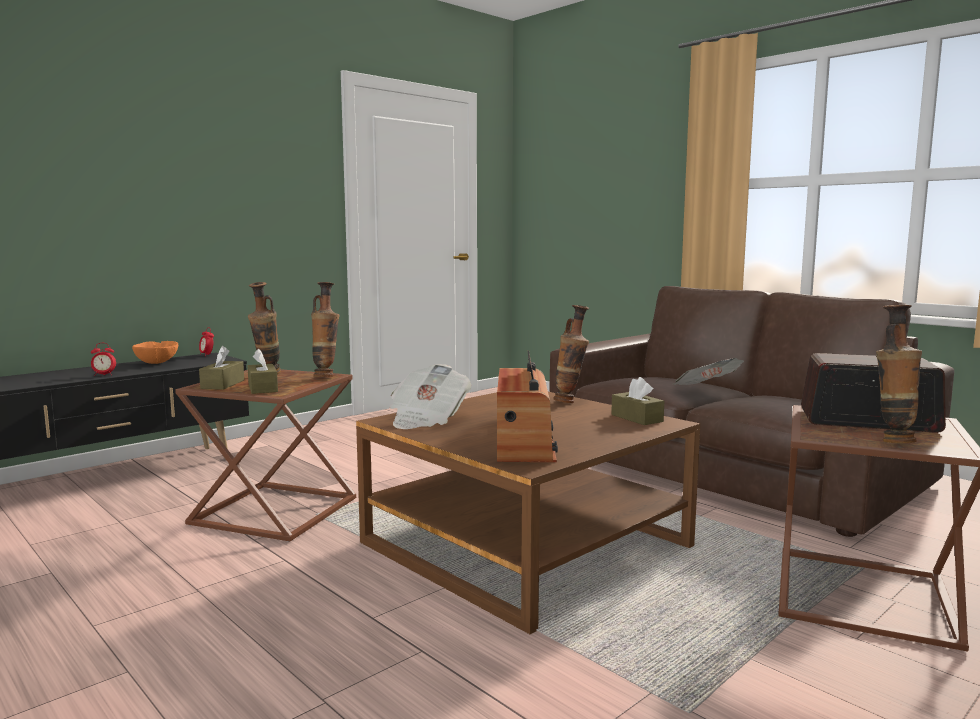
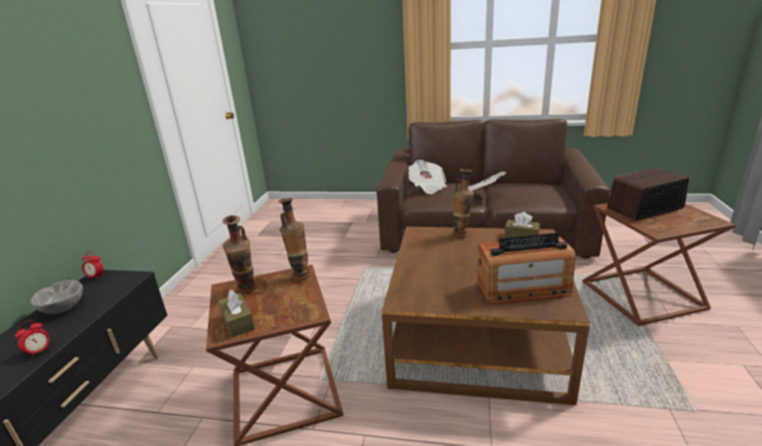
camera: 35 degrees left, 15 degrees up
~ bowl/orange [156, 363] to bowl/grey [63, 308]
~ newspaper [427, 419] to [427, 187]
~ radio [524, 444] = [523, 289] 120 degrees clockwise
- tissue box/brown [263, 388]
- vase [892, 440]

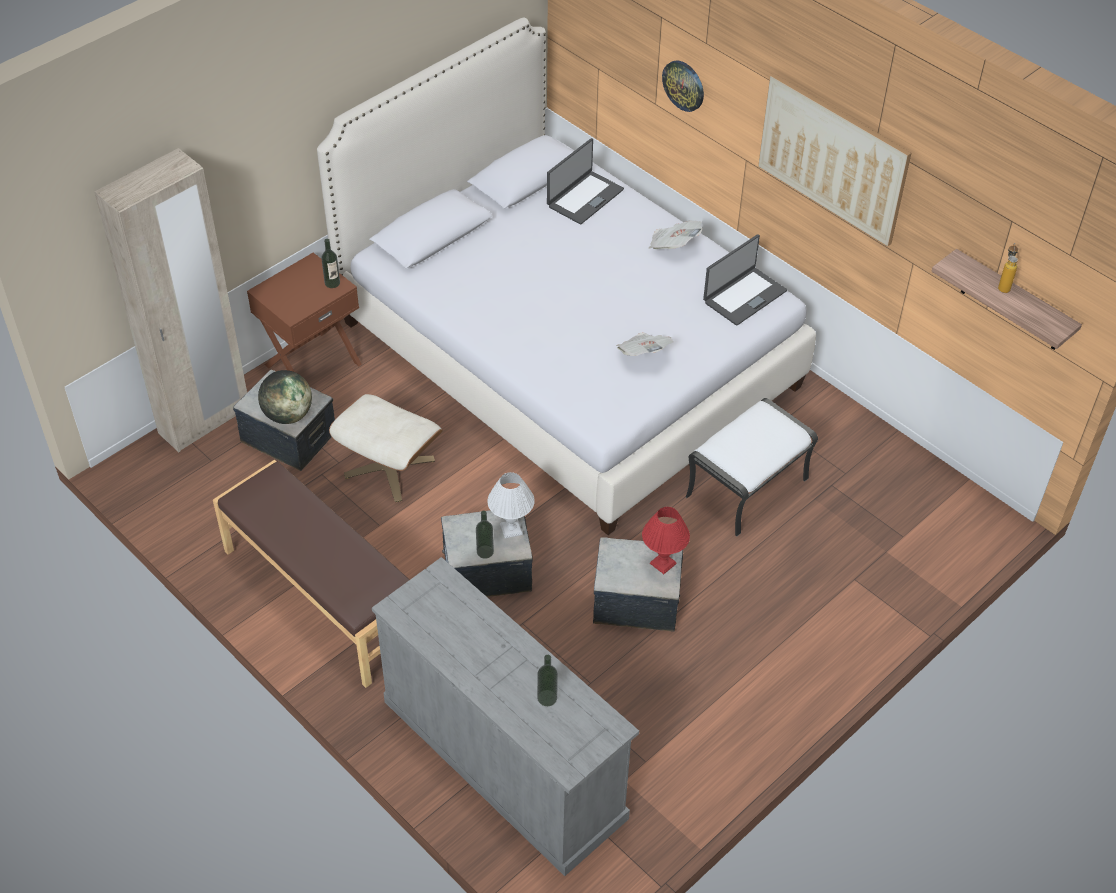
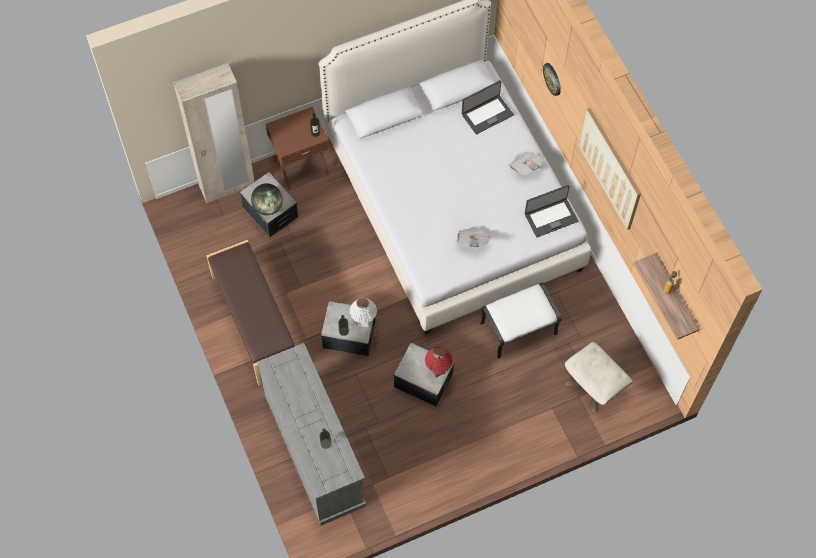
camera: 20 degrees right, 15 degrees up
~ ottoman/beige [389, 468] to [593, 386]

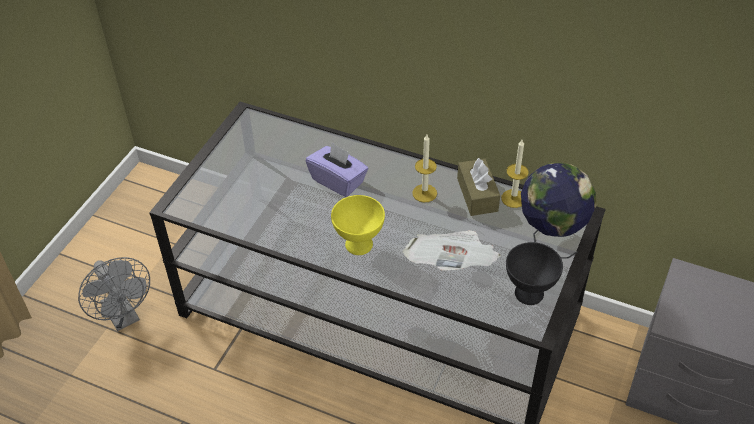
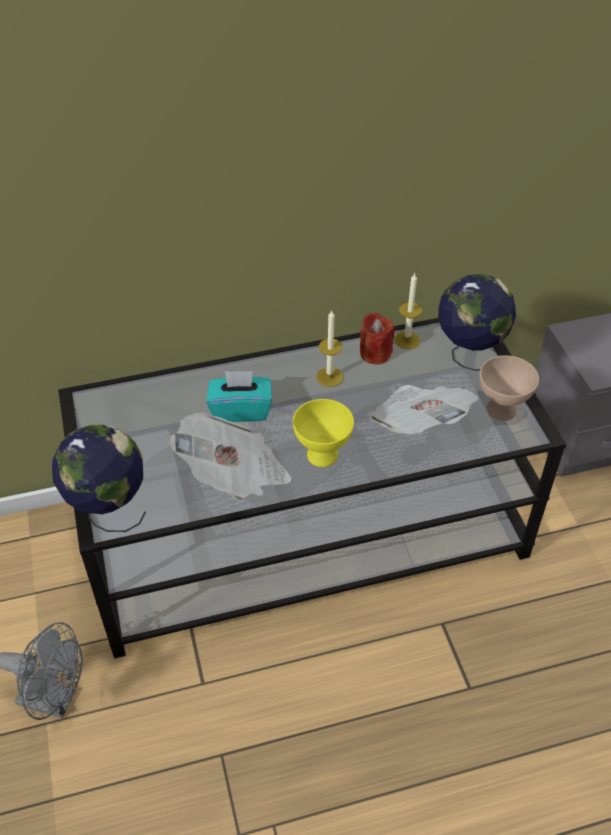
camera: 40 degrees left, 0 degrees up
+ globe [109, 510]
+ newspaper [234, 475]
~ tissue box/purple [338, 181] to tissue box/turquoise [241, 410]
~ tissue box/brown [477, 195] to candle/red [375, 353]
~ bowl/black [529, 293] to bowl/beige [500, 409]

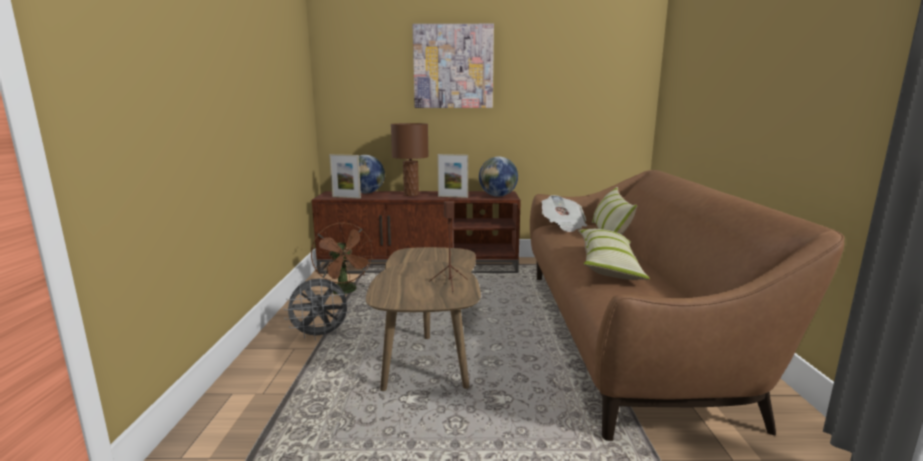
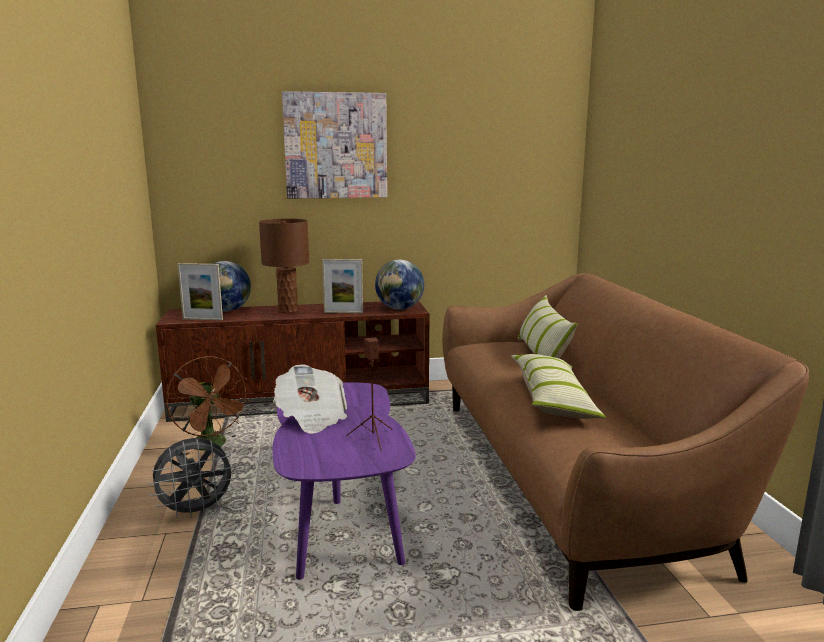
camera: 10 degrees left, 0 degrees up
~ coffee table/brown [429, 340] to coffee table/purple [340, 505]
~ newspaper [563, 226] to [311, 417]

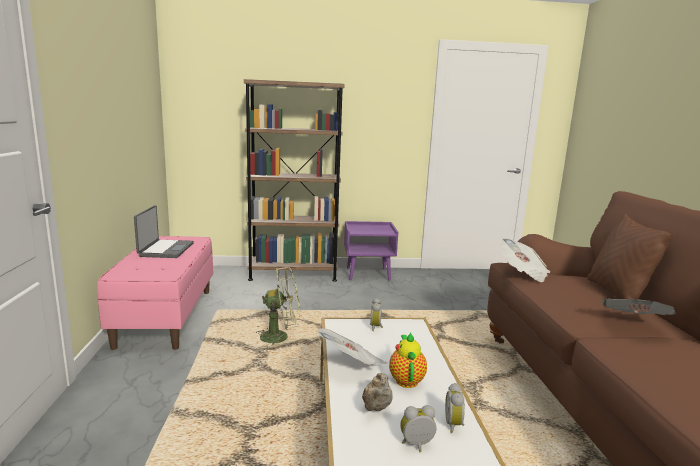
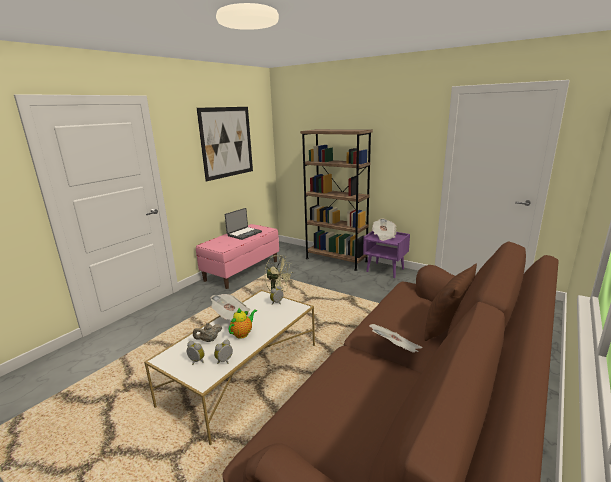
camera: 40 degrees right, 5 degrees up
+ picture [227, 142]
~ newspaper [523, 273] to [383, 236]

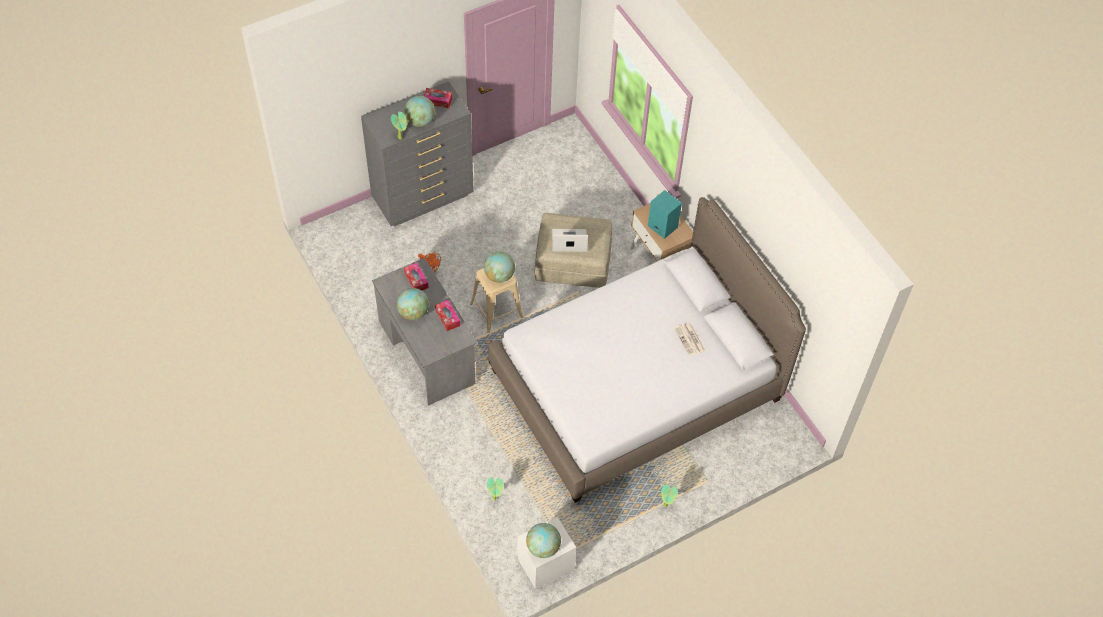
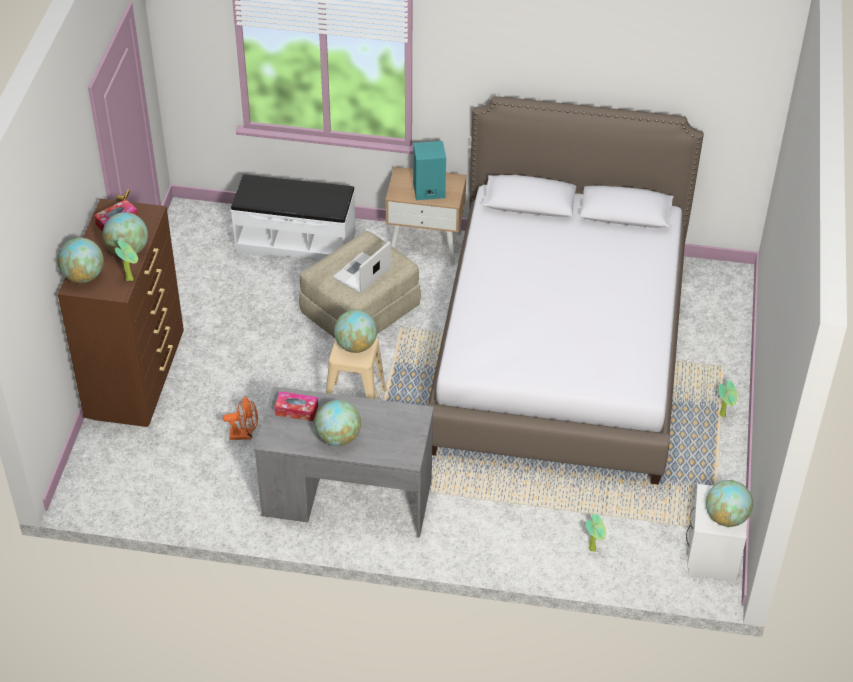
camera: 50 degrees left, 10 degrees down
+ globe [83, 276]
~ dresser/grey [423, 197] to dresser/brown [137, 379]
+ bench/white [296, 242]
- tissue box [447, 318]
- newspaper [690, 340]

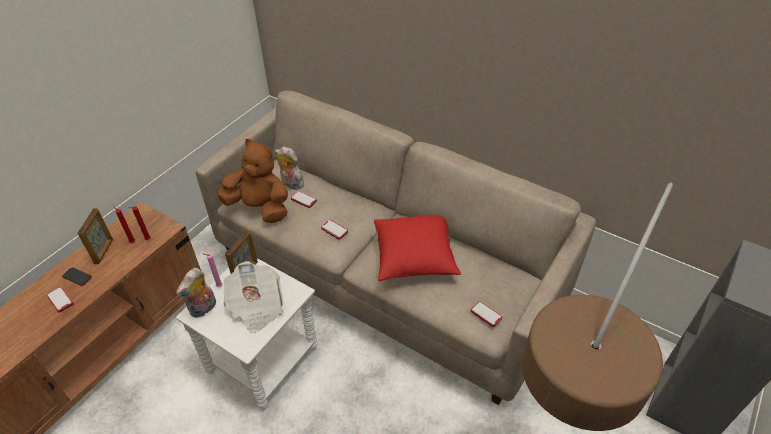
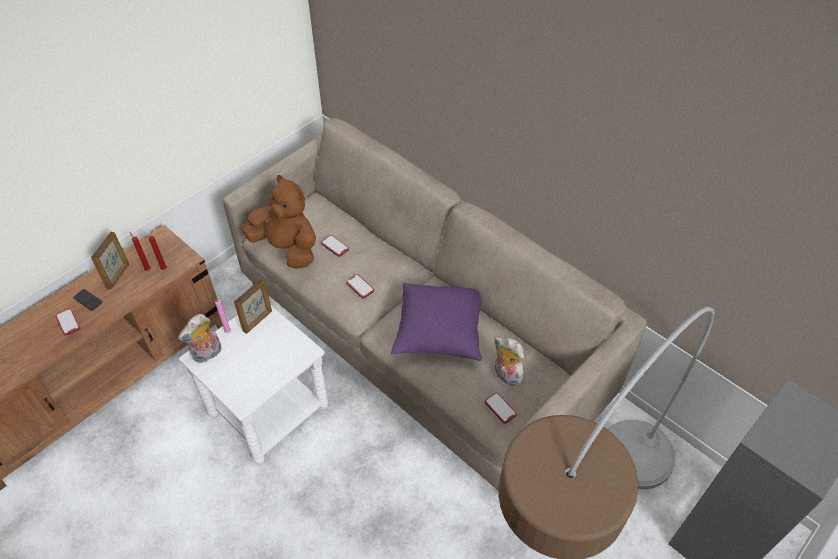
camera: 10 degrees right, 5 degrees up
~ pillow/red [415, 257] to pillow/purple [439, 331]
~ plush toy [291, 184] to [505, 375]
- newspaper [256, 307]

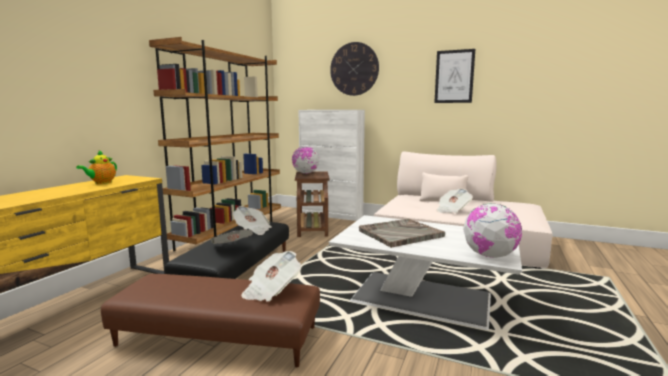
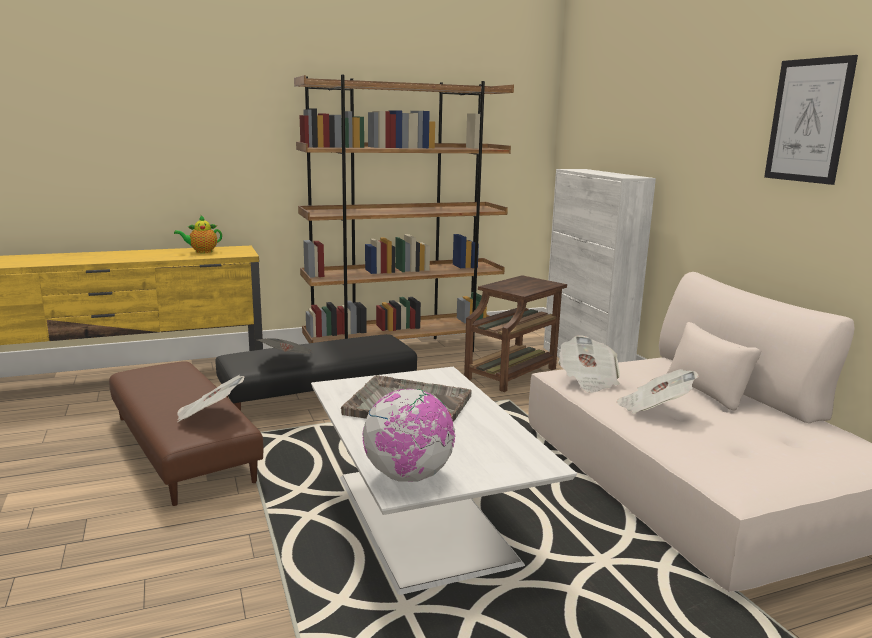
camera: 45 degrees right, 5 degrees up
~ newspaper [252, 230] to [588, 380]
- globe [305, 173]
- wall clock [354, 69]

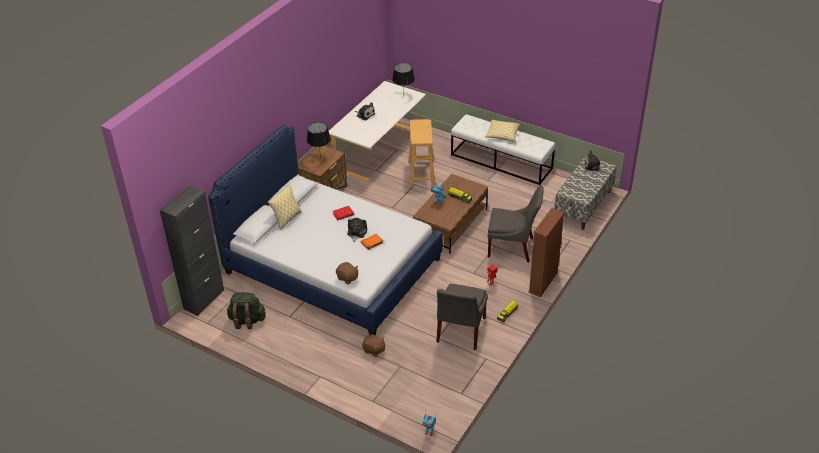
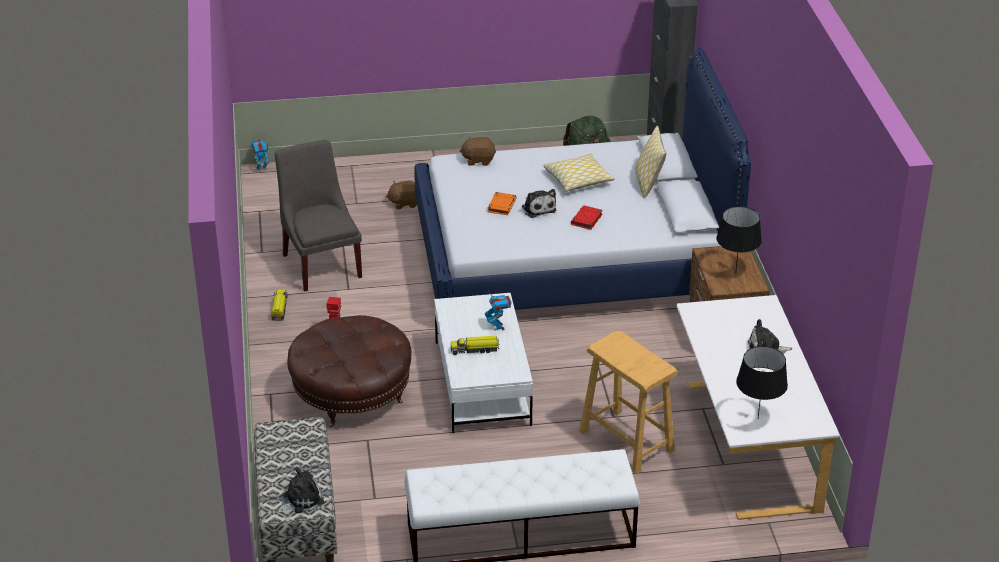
camera: 140 degrees right, 5 degrees down
~ chair/grey [513, 248] to ottoman/brown [351, 394]
~ coffee table/brown [450, 224] to coffee table/white [482, 383]
~ pillow [502, 134] to [578, 180]
- bookcase/brown [543, 282]

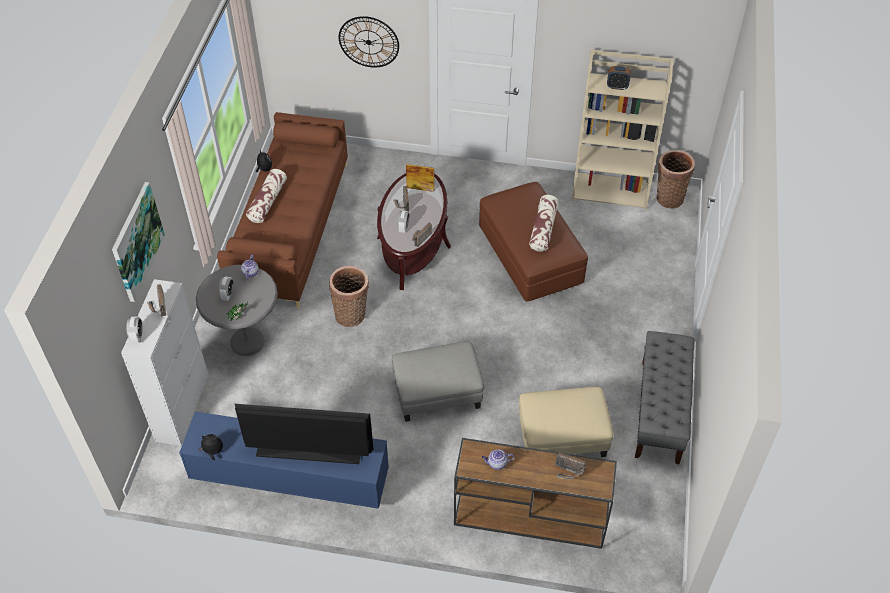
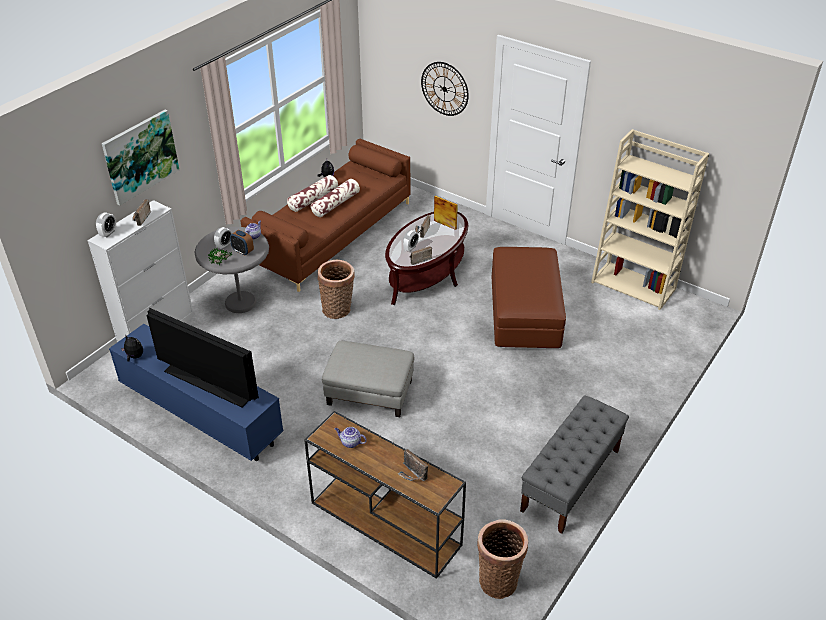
camera: 25 degrees right, 10 degrees down
~ alarm clock [617, 86] to [243, 251]
~ pillow [543, 228] to [336, 204]
~ basket [669, 197] to [498, 579]
- ottoman/beige [562, 437]

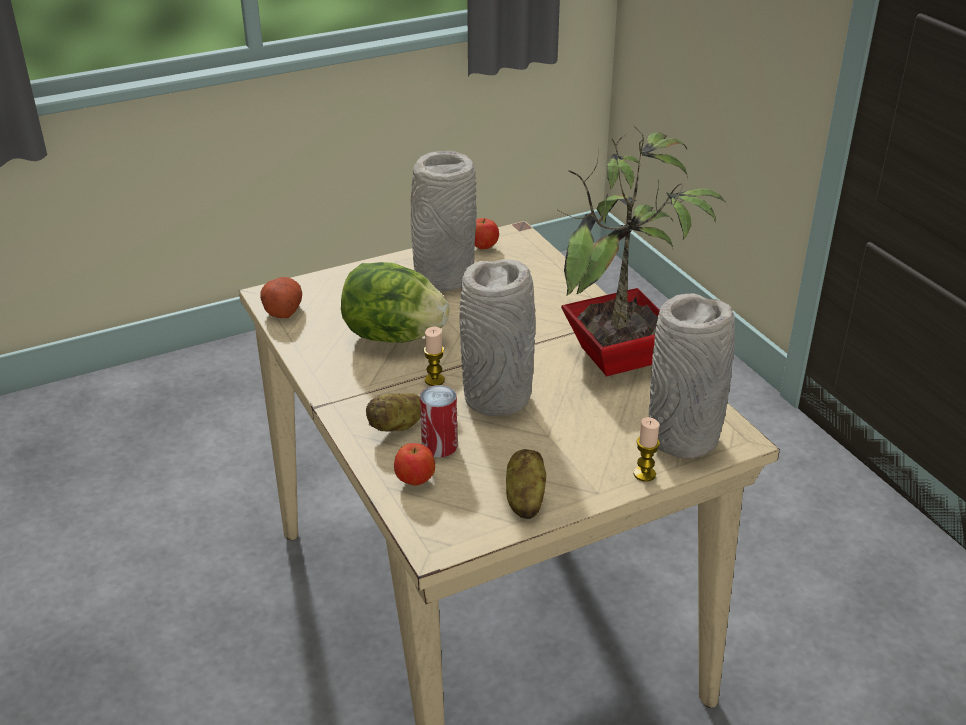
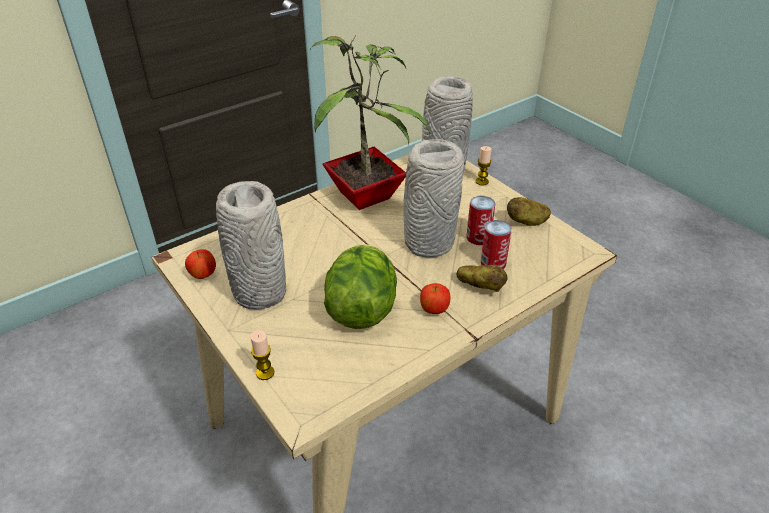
camera: 100 degrees left, 5 degrees up
~ candle [434, 380] to [265, 373]
~ apple [415, 480] to [434, 310]
+ can [478, 237]
- potato [282, 309]

